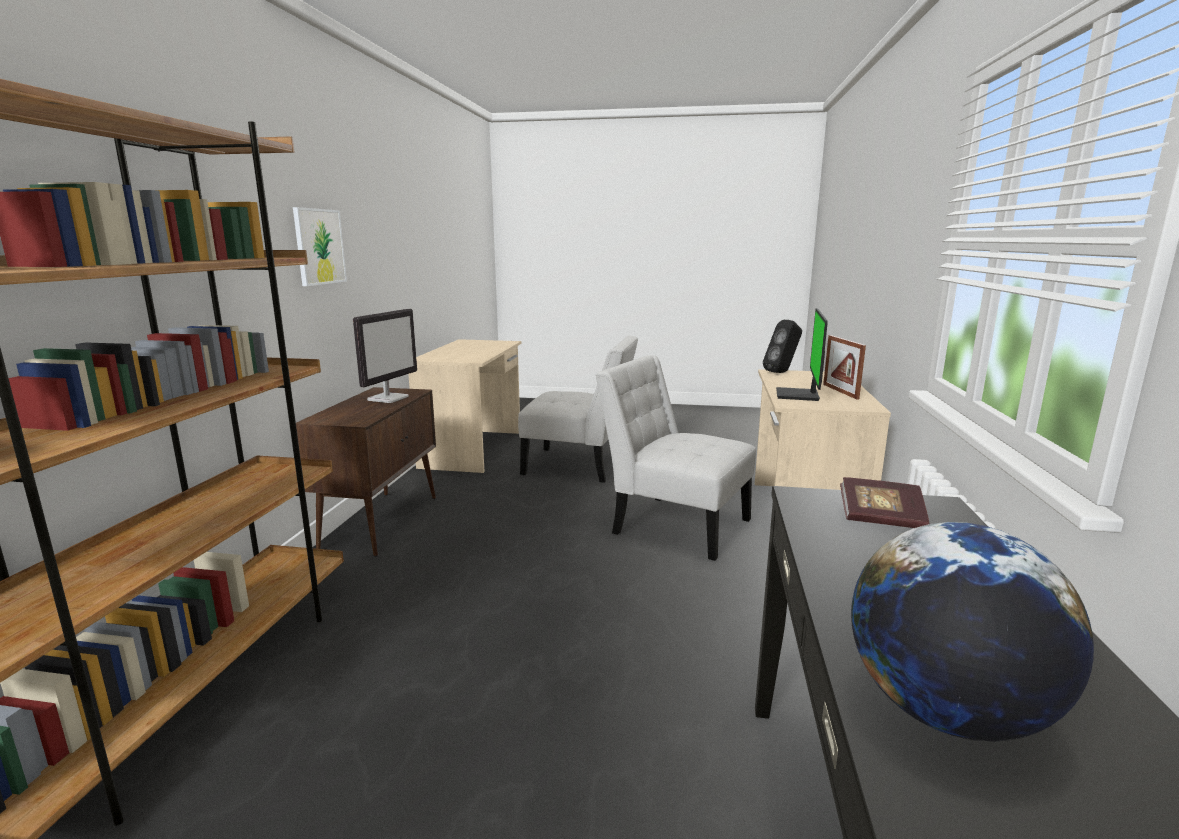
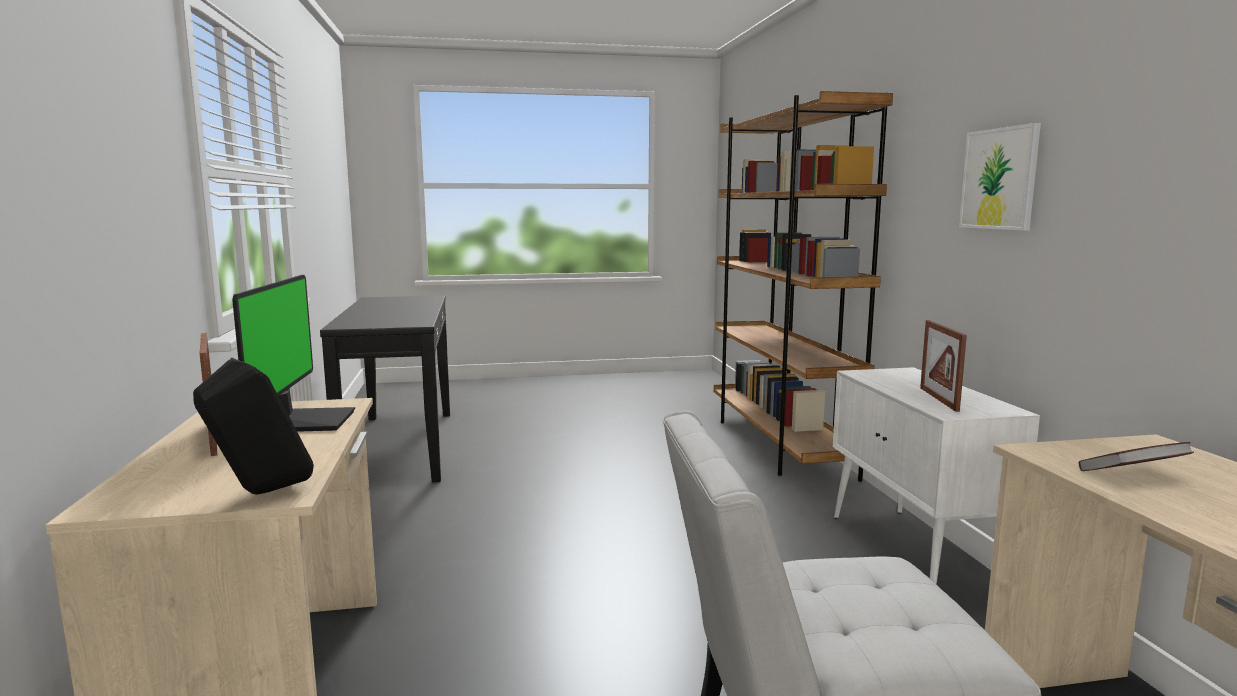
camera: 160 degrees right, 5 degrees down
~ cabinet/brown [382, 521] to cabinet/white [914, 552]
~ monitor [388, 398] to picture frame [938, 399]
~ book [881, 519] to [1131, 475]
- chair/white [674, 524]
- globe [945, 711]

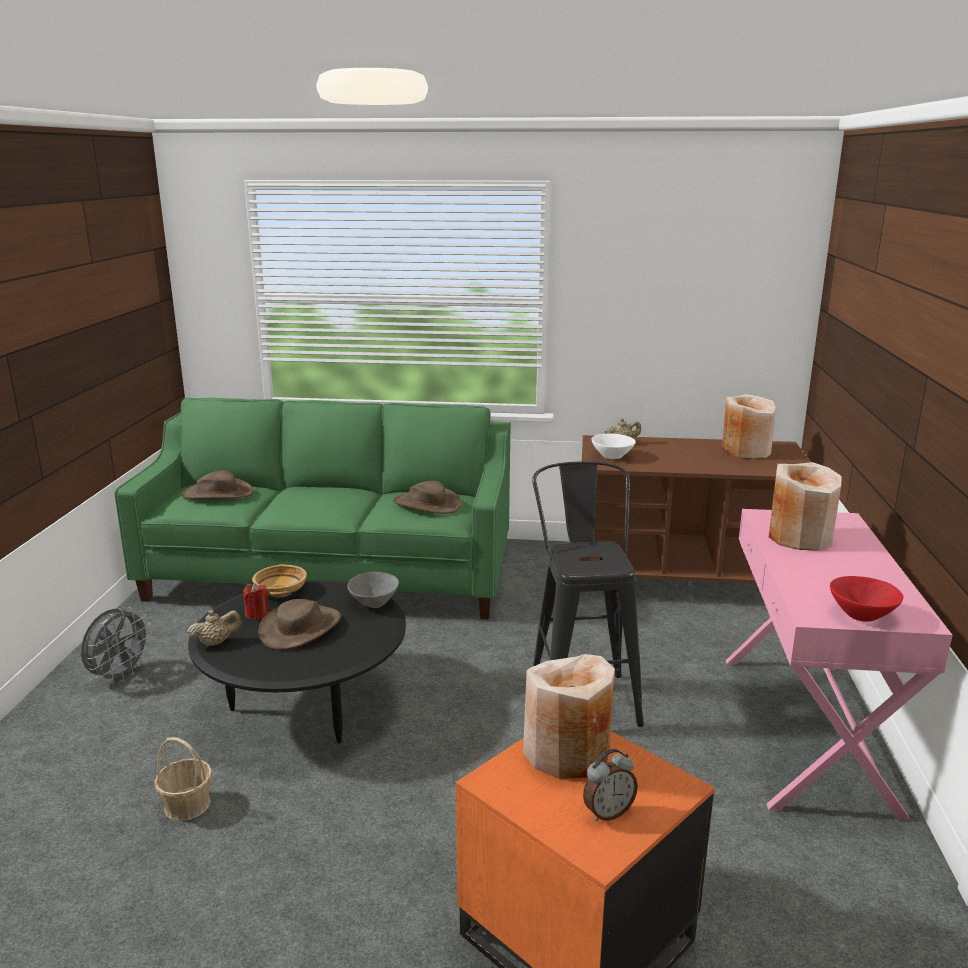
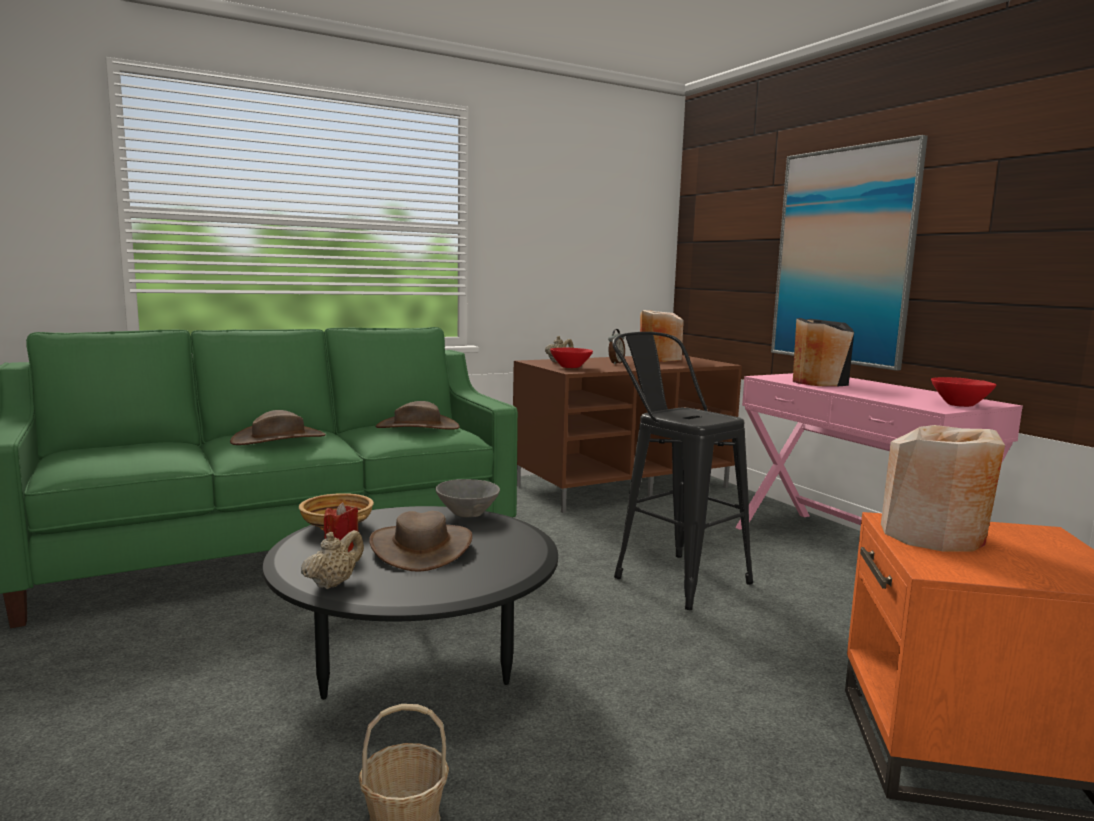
camera: 35 degrees left, 10 degrees down
~ hat/brown [218, 493] to [279, 439]
~ bowl/white [612, 457] to bowl/red [571, 367]
~ alarm clock [608, 812] to [615, 363]
+ picture [842, 256]
~ vase/beige [799, 537] to vase/black [819, 382]
- fan/grey [120, 675]

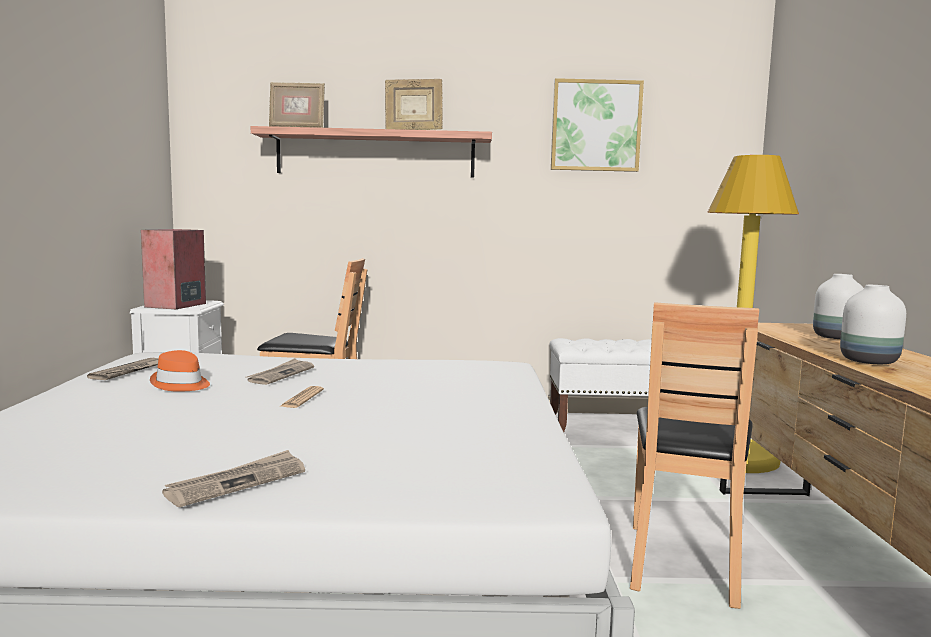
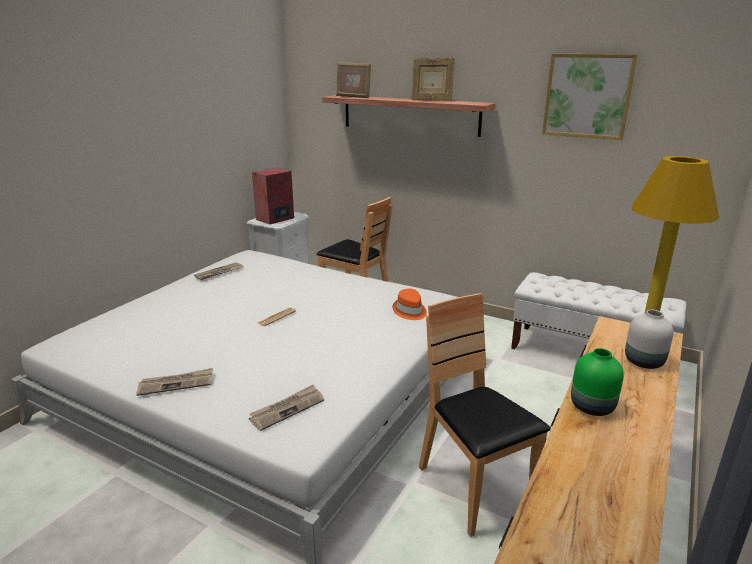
camera: 30 degrees right, 15 degrees up
~ newspaper [281, 374] to [287, 409]
~ hat/orange [180, 384] to [409, 311]
~ chair/brown [684, 562] = [473, 488] 105 degrees clockwise
~ vase/white [870, 362] to vase/green [593, 407]

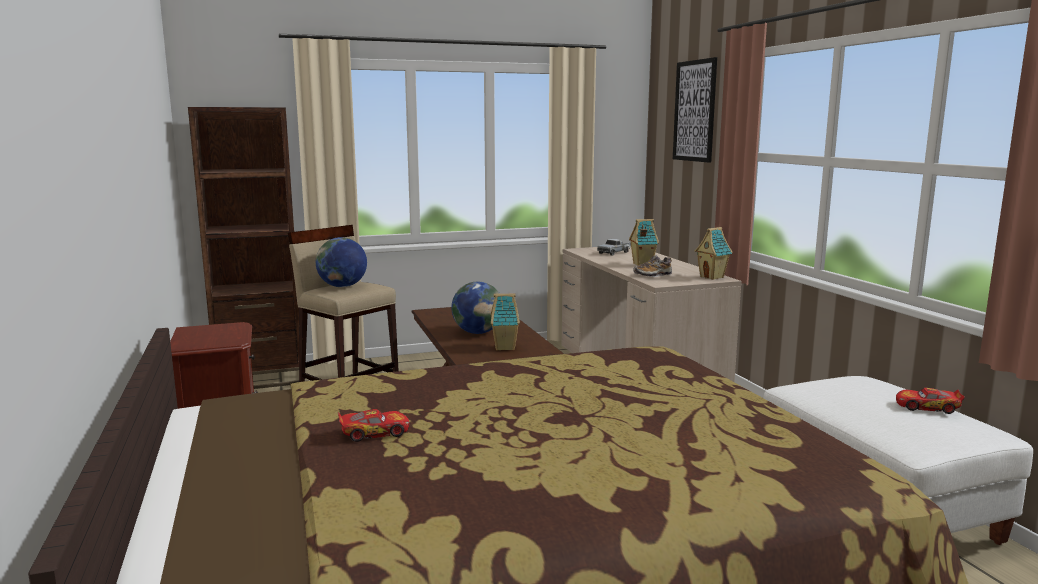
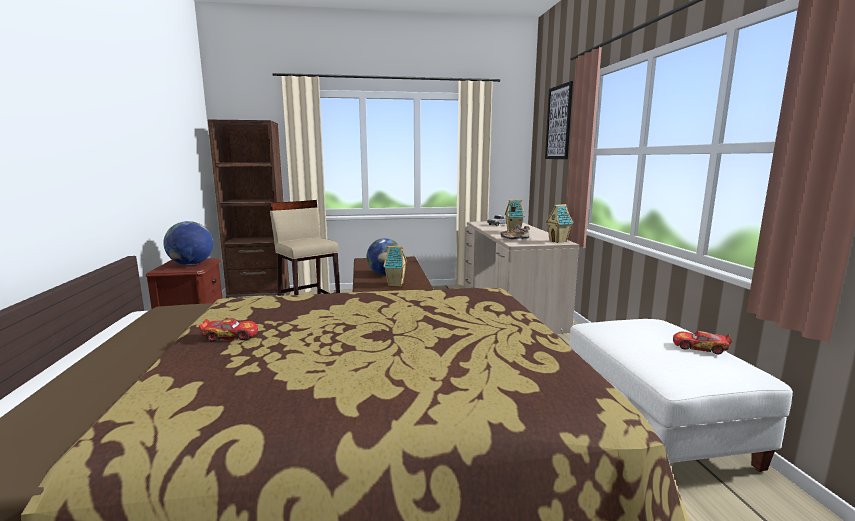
camera: 10 degrees right, 0 degrees up
~ globe [342, 286] to [191, 264]

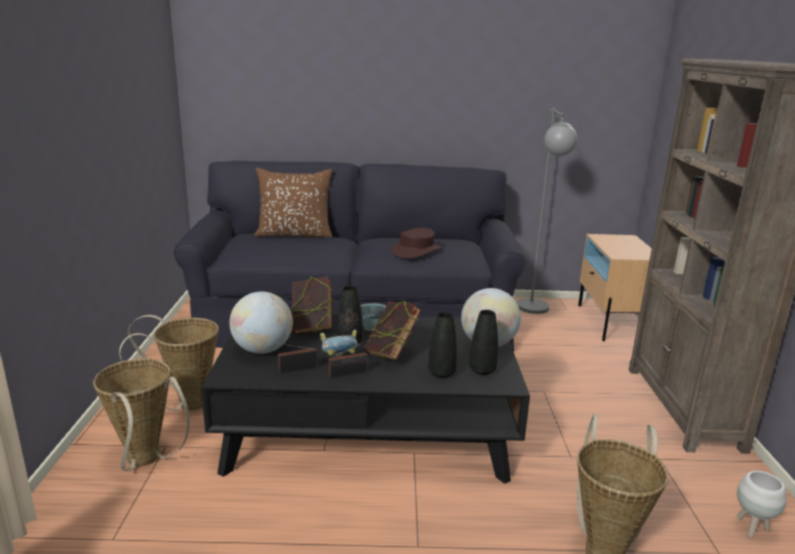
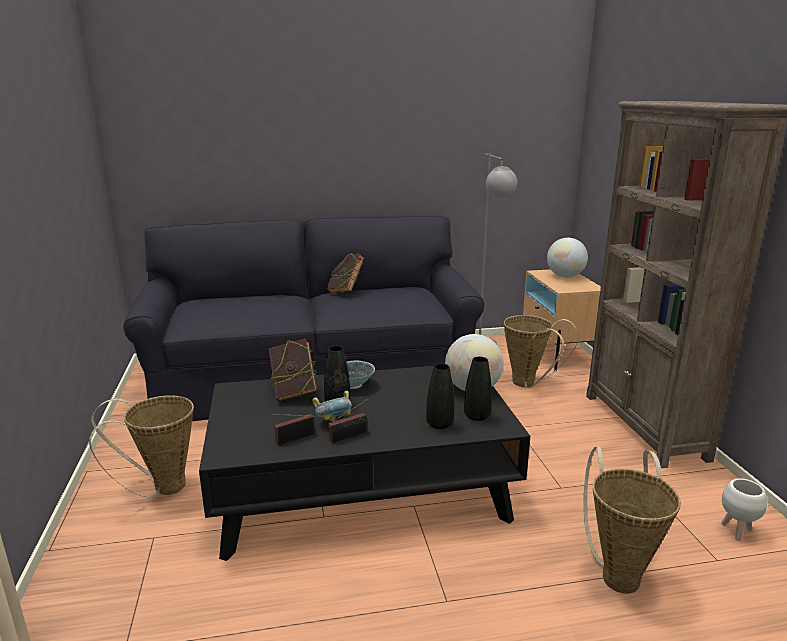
camera: 10 degrees left, 0 degrees up
~ book [391, 354] to [346, 292]
~ basket [146, 462] to [528, 384]
~ globe [262, 350] to [565, 276]
- pillow/brown [294, 234]
- hat/brown [416, 251]

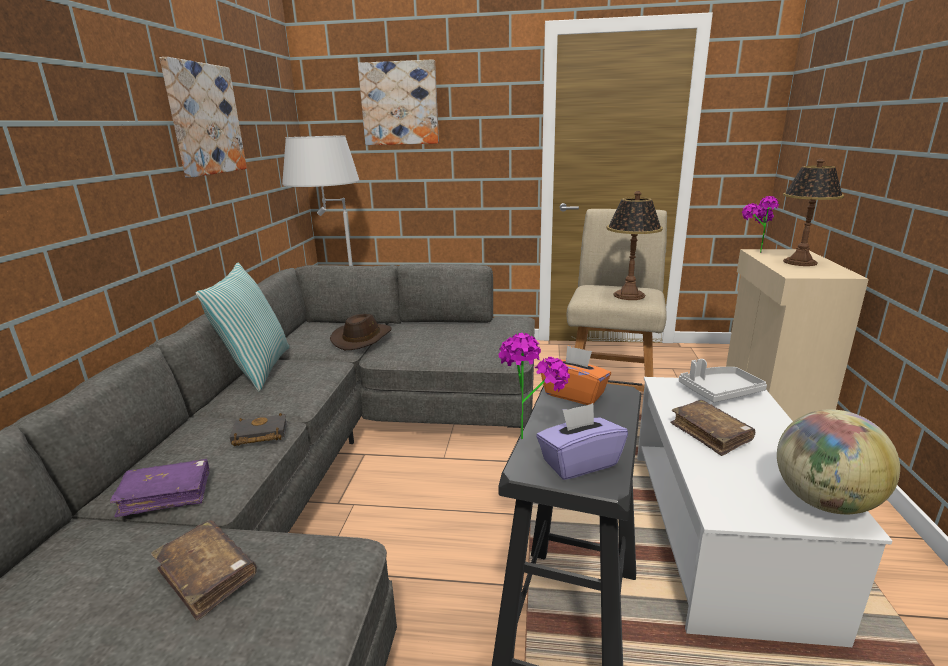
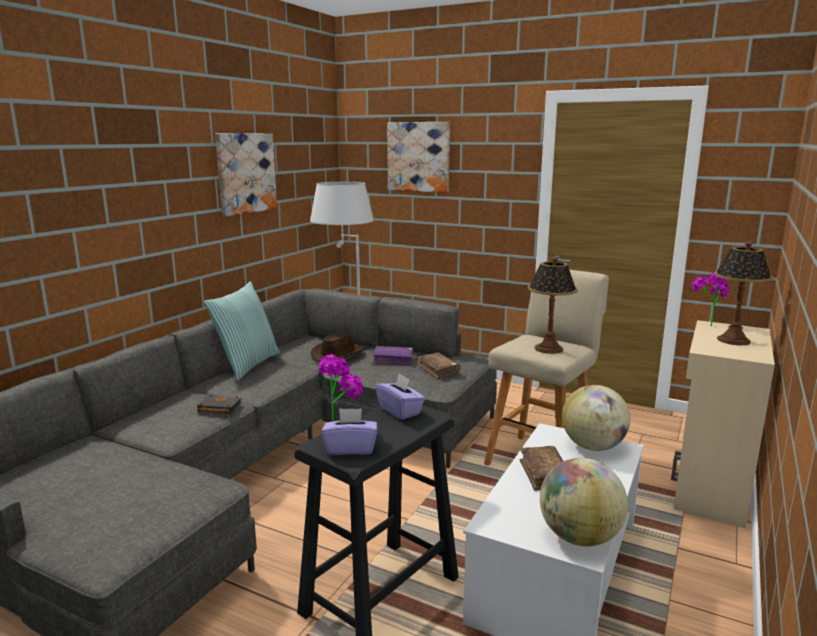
camera: 20 degrees right, 5 degrees down
~ book/purple [166, 495] to [393, 360]
~ tissue box/orange [574, 394] to tissue box/purple [400, 411]
~ book/brown [207, 575] to [438, 370]
~ tray/grey [719, 391] to globe [593, 446]

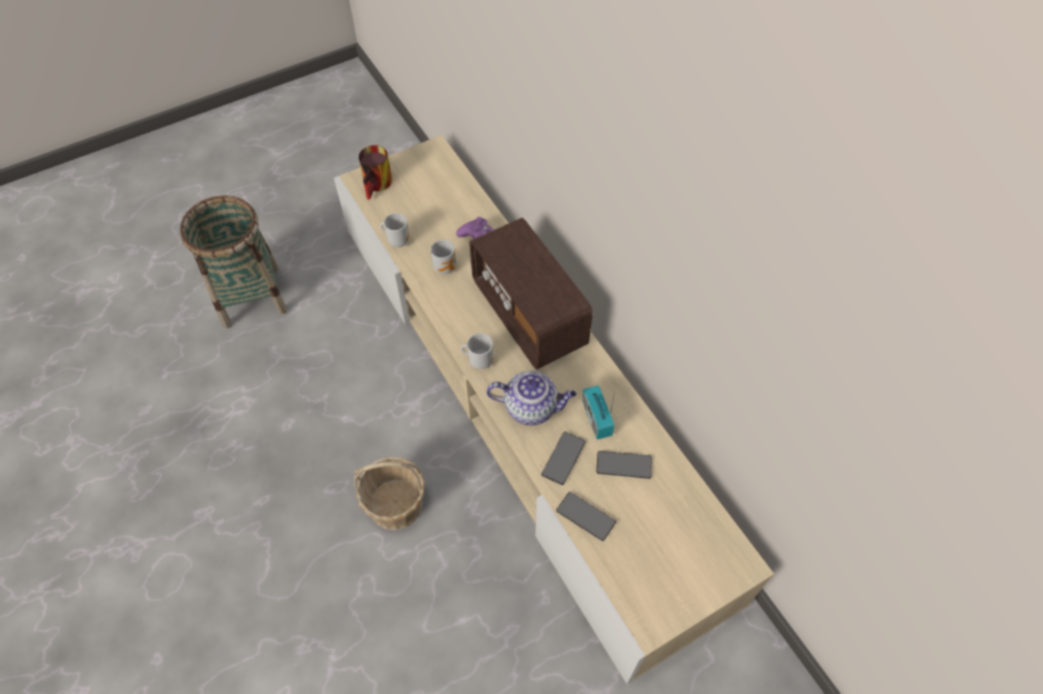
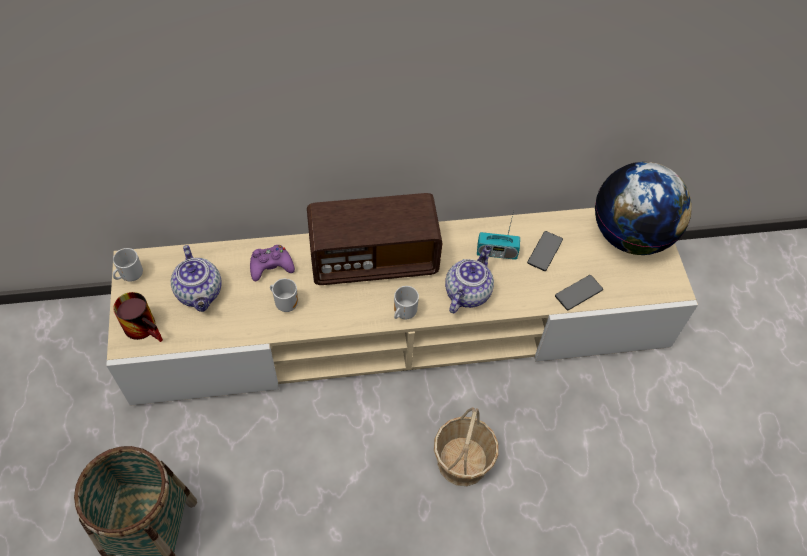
camera: 70 degrees left, 0 degrees up
~ mug [398, 240] to [130, 275]
+ teapot [200, 293]
+ globe [631, 236]
- phone [563, 458]

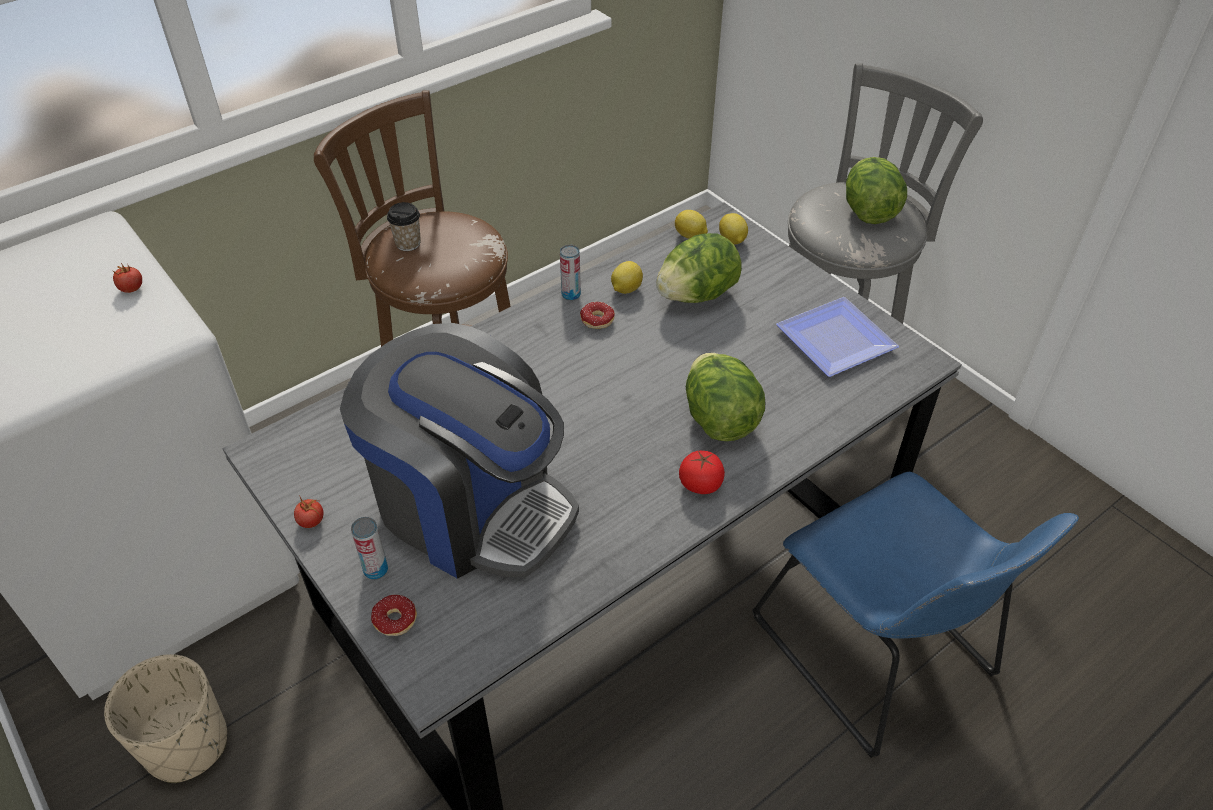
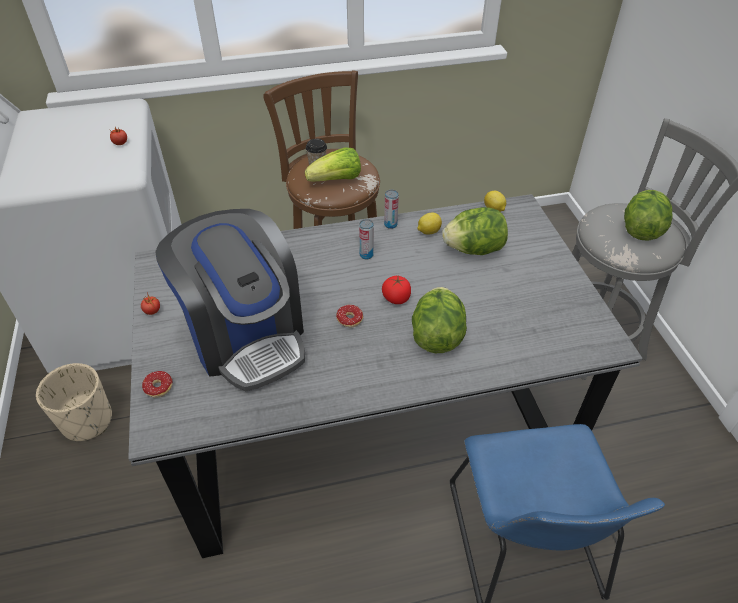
camera: 25 degrees right, 0 degrees up
+ lettuce [336, 180]
~ donut [595, 324] to [346, 322]
~ can [376, 570] to [366, 255]
~ tomato [700, 484] to [396, 298]
- lemon [732, 240]
- plate [835, 343]

